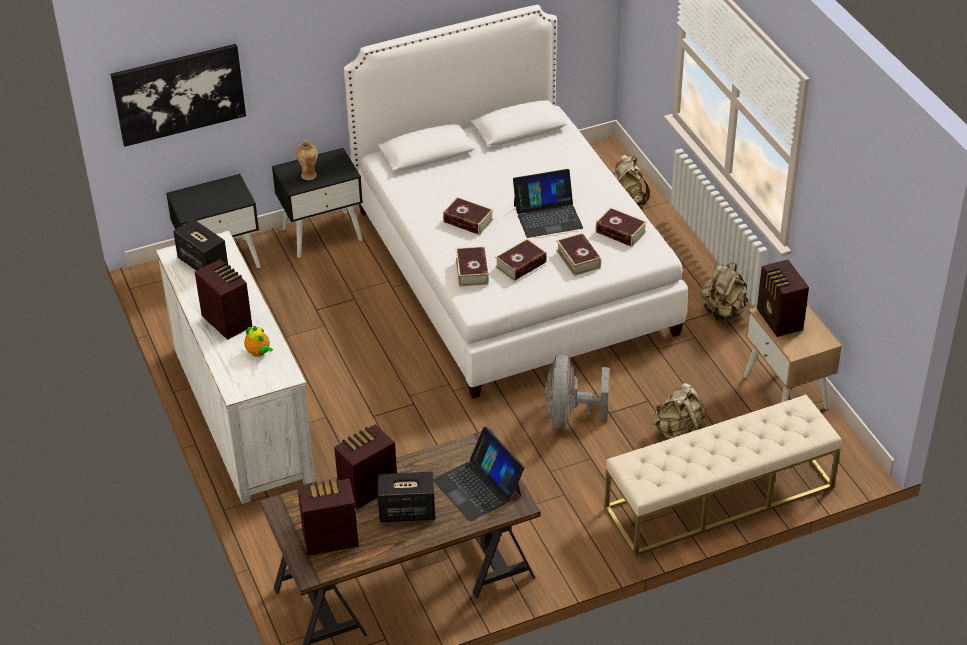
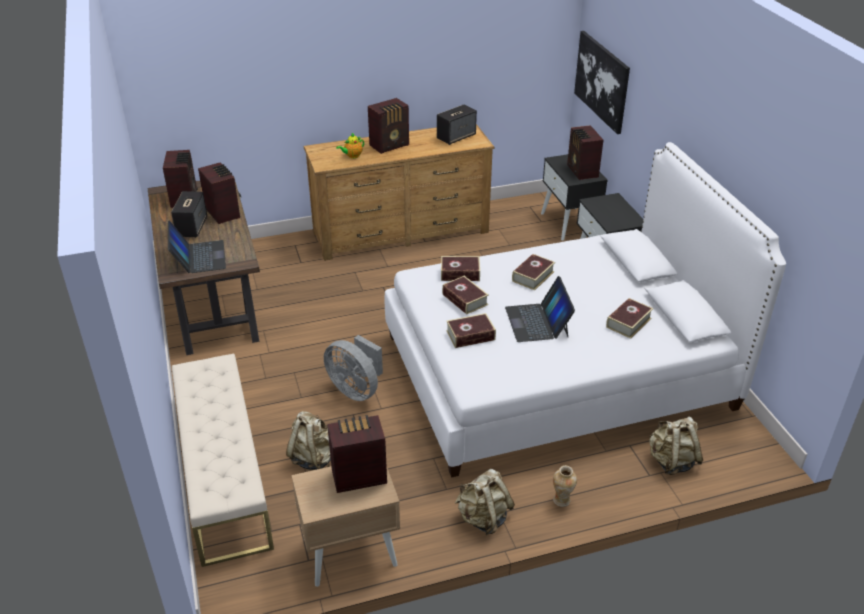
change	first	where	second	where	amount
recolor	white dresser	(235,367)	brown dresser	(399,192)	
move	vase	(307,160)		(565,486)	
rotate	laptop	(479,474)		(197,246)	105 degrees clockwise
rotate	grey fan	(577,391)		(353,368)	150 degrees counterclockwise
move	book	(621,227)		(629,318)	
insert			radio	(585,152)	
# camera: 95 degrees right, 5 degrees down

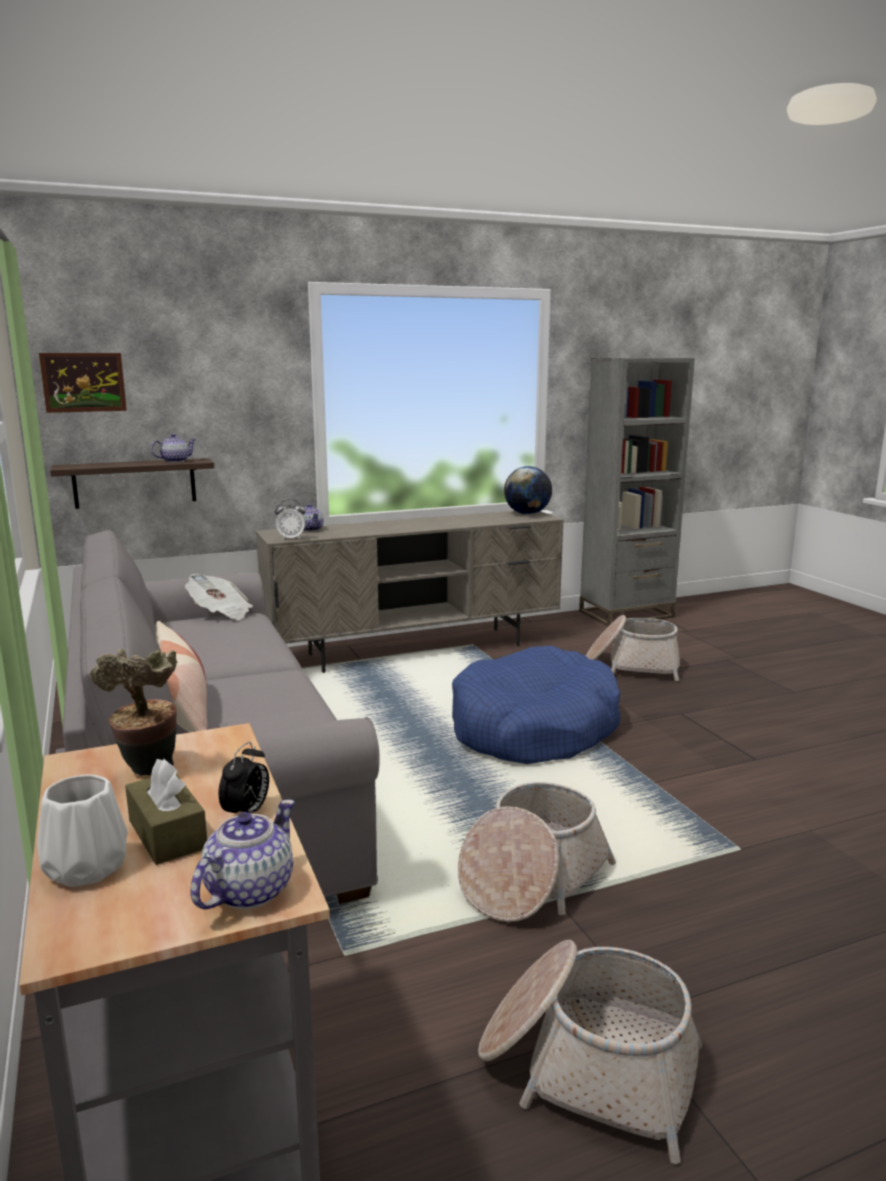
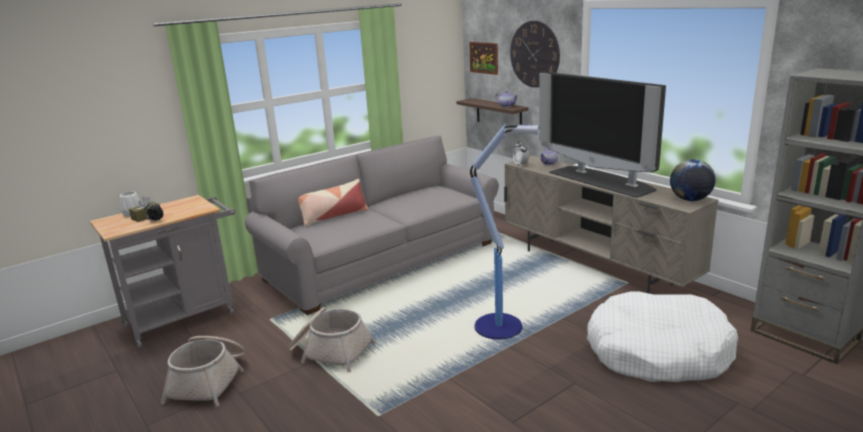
change	first	where	second	where	amount
delete	potted plant	(133,712)			
delete	newspaper	(219,597)			
delete	teapot	(242,854)			
replace	blue dog bed	(536,705)	floor lamp	(505,231)	
replace	basket	(633,648)	white dog bed	(662,336)	
insert			wall clock	(535,54)	
insert			television	(602,134)	
# camera: 75 degrees right, 5 degrees up

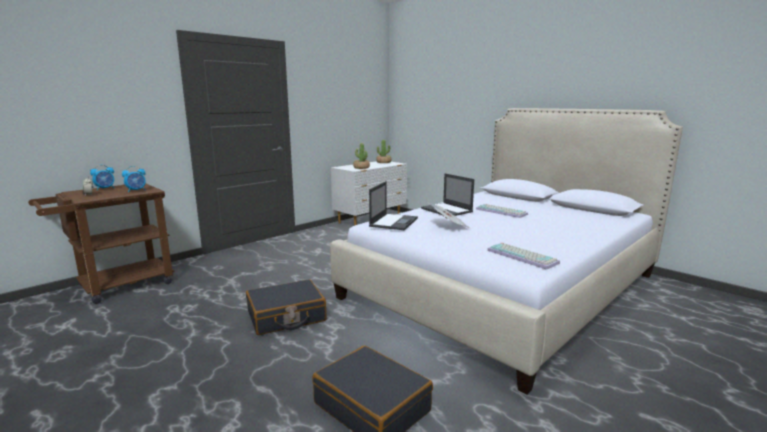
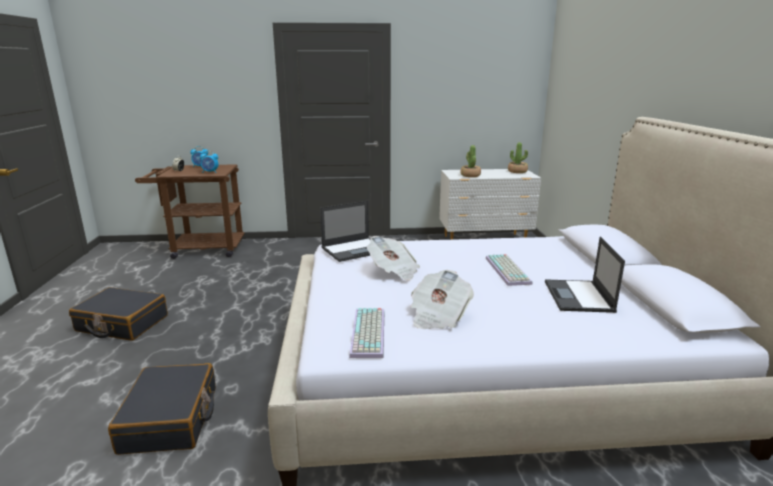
change	first	where	second	where	amount
move	black suitcase	(286,307)		(118,314)	
move	laptop	(447,194)		(585,274)	
insert			newspaper	(442,299)	
# camera: 40 degrees right, 5 degrees up

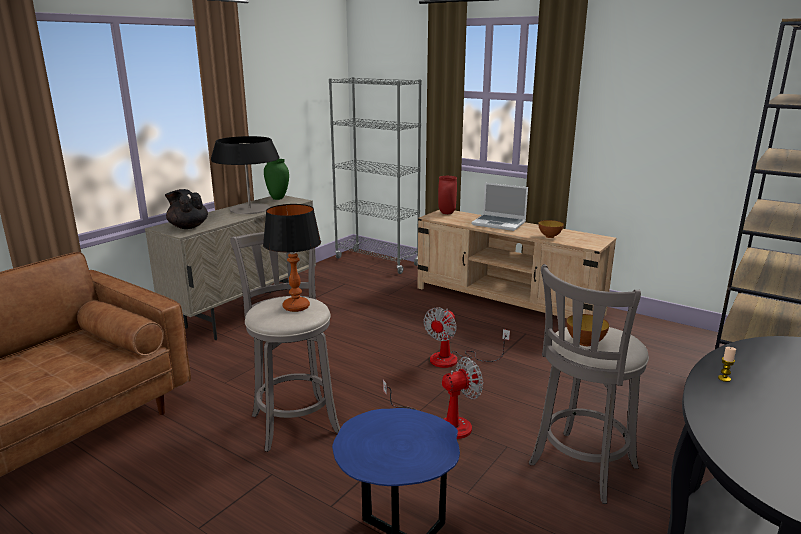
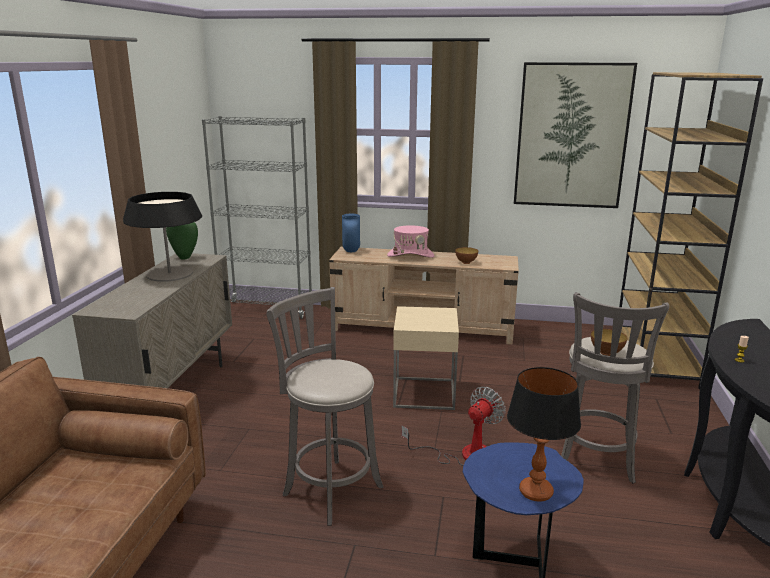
change	first	where	second	where	amount
delete	black teapot	(186,209)			
move	table lamp	(292,258)		(544,434)	
replace	fan	(467,338)	beige side table	(426,358)	
recolor	red vase	(447,195)	blue vase	(351,233)	
replace	laptop	(499,207)	pink hat	(411,242)	
insert			picture	(575,135)	
# camera: 25 degrees left, 0 degrees up

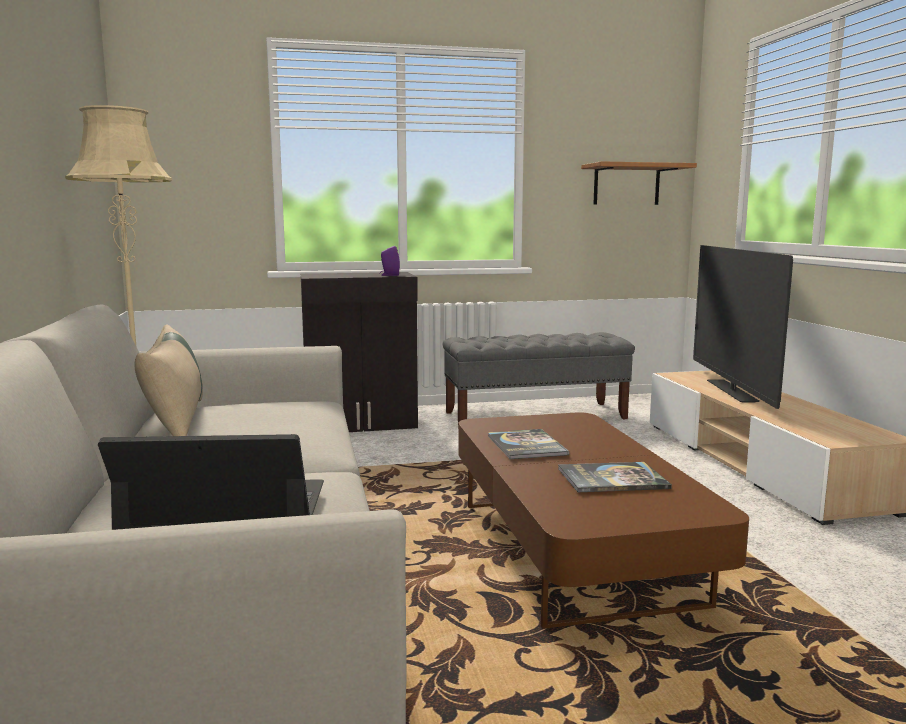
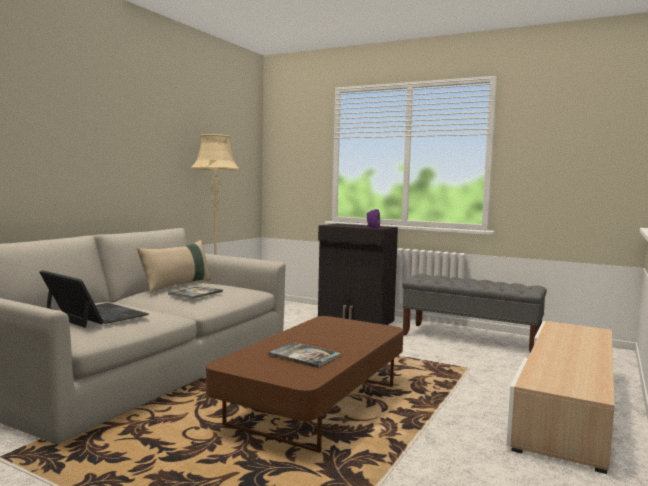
change	first	where	second	where	amount
move	book	(528,444)		(195,292)	
delete	shelf	(639,183)			
delete	television	(743,327)			
# camera: 40 degrees right, 5 degrees down

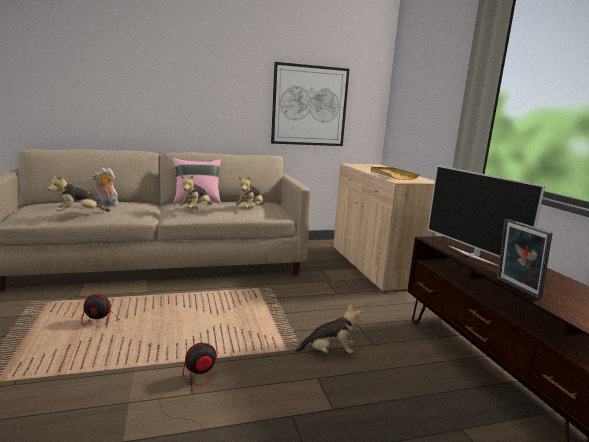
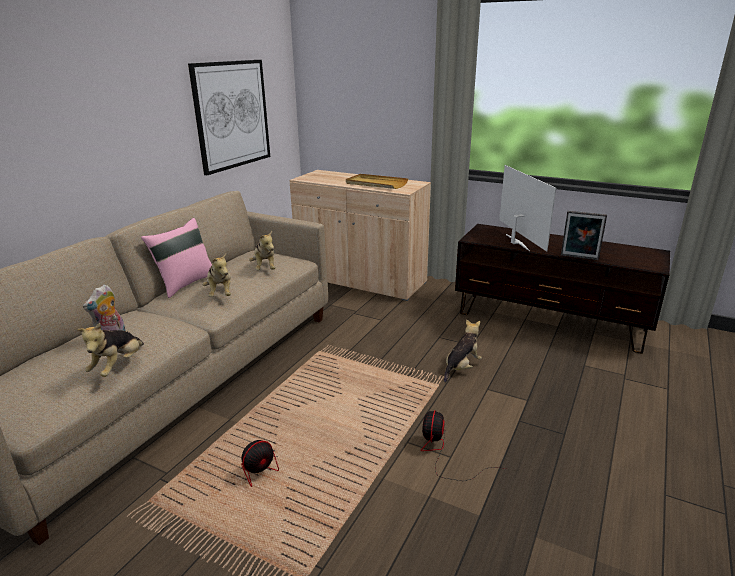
change	first	where	second	where	amount
rotate	television	(486,215)		(527,208)	120 degrees counterclockwise
# camera: 45 degrees left, 10 degrees up

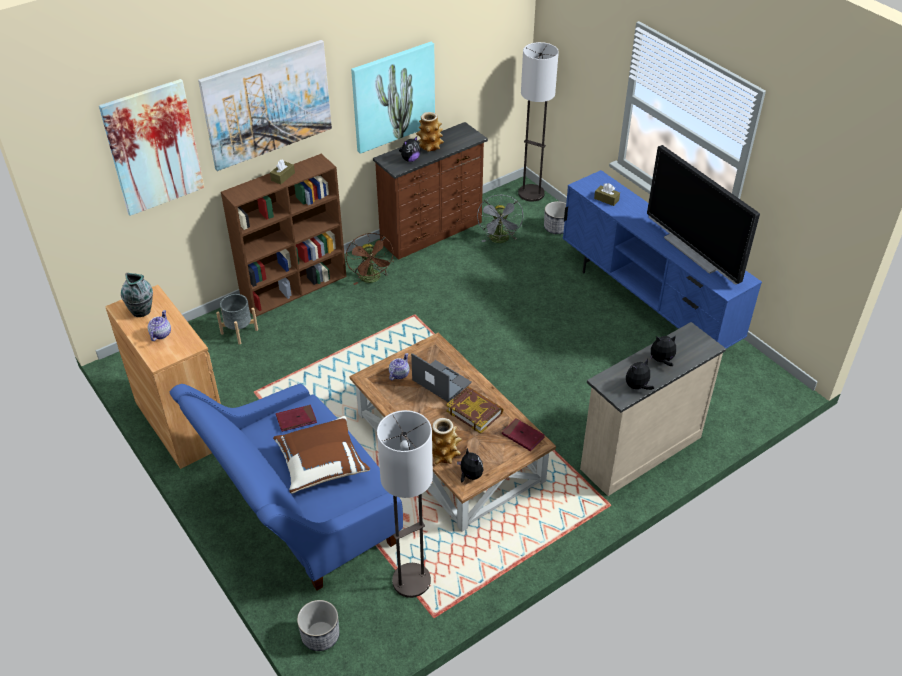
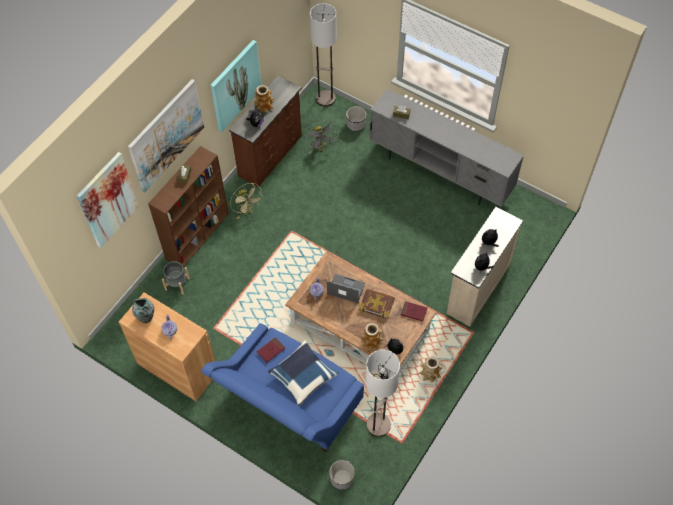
change	first	where	second	where	amount
recolor	brown pillow	(321,455)	blue pillow	(303,373)	
recolor	brown fan	(370,259)	green fan	(247,201)	
recolor	blue tv stand	(662,259)	grey tv stand	(446,148)	
delete	television	(703,215)			
insert			vase	(431,370)	
# camera: 20 degrees left, 15 degrees up

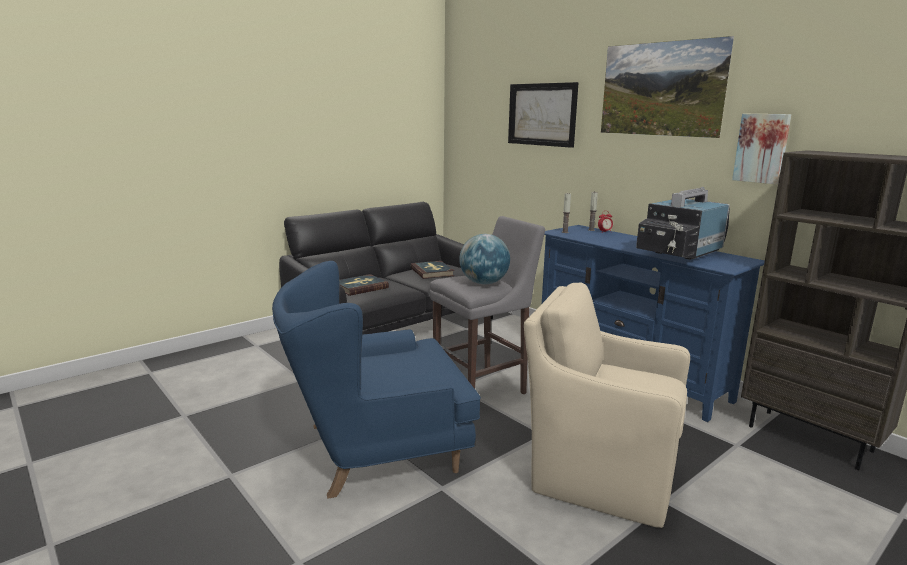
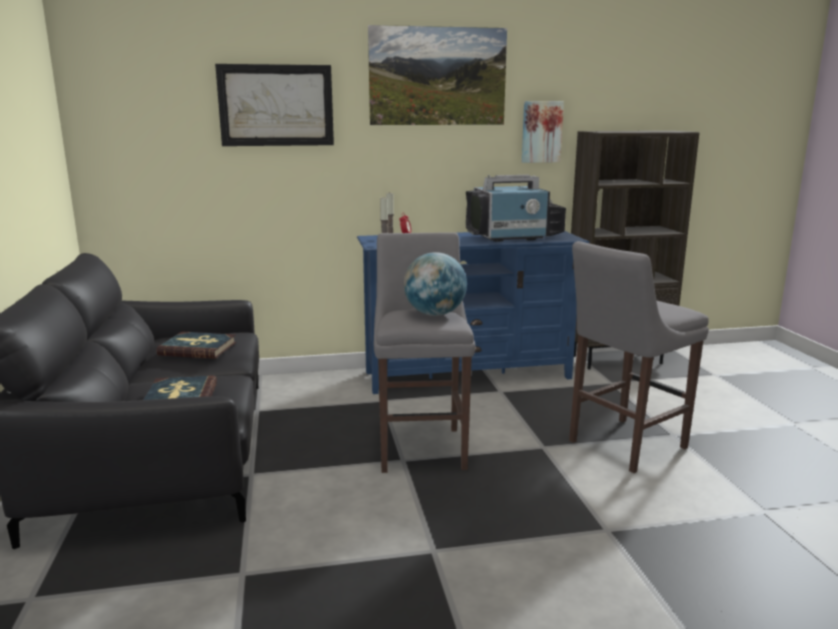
change	first	where	second	where	amount
delete	blue armchair	(376,380)			
replace	beige armchair	(607,405)	grey stool	(639,357)	
rotate	television	(683,223)		(516,208)	90 degrees counterclockwise
# camera: 60 degrees left, 0 degrees up

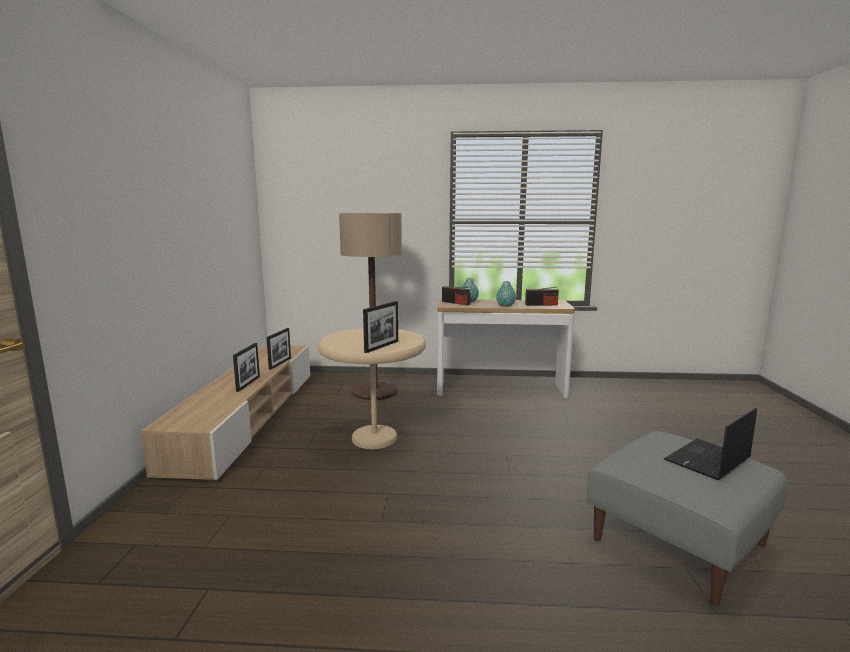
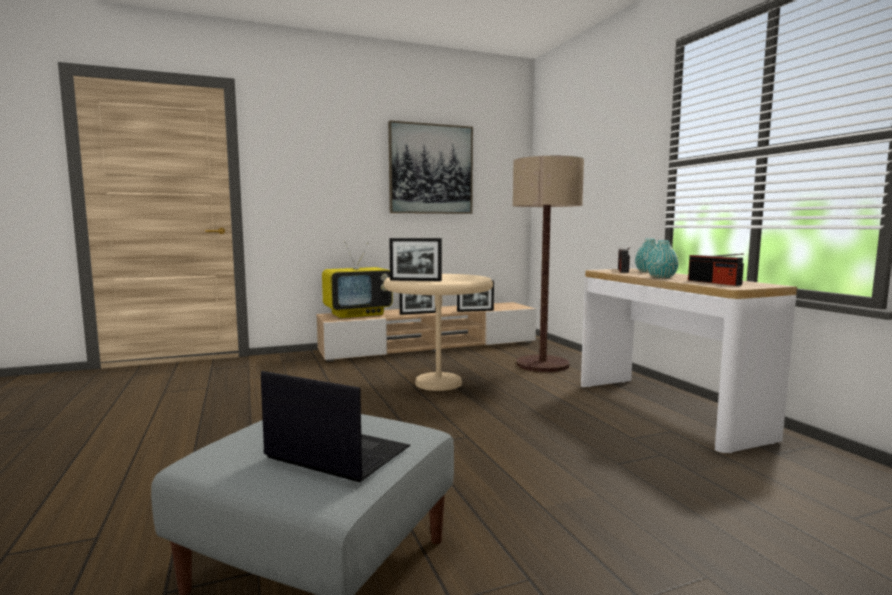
change	first	where	second	where	amount
insert			television	(357,280)	
insert			picture	(430,167)	
# camera: 65 degrees right, 5 degrees down

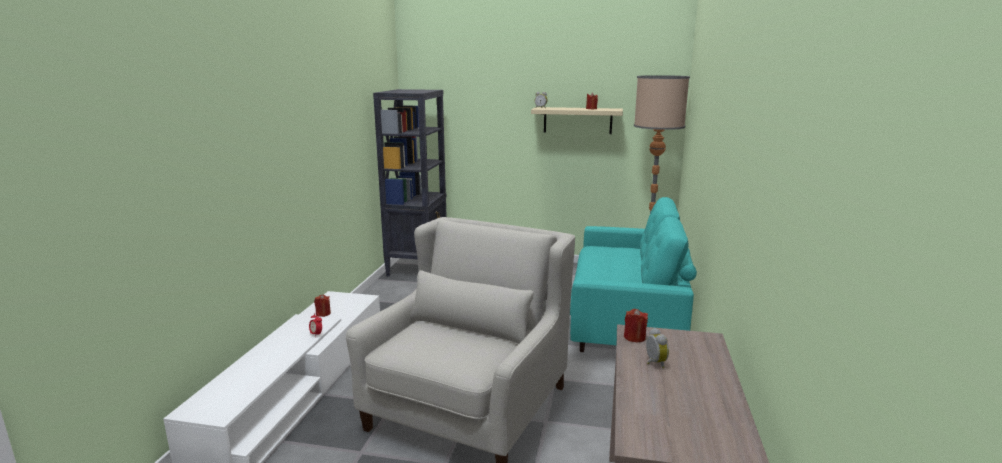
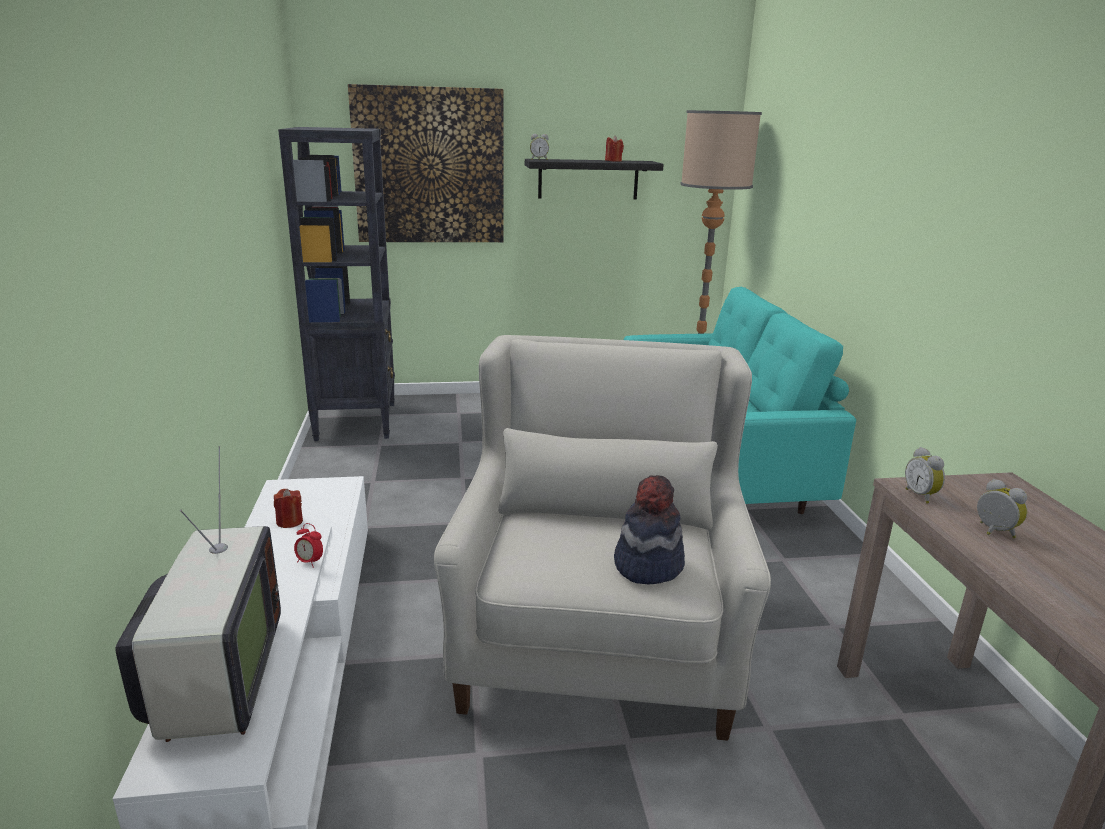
change	first	where	second	where	amount
recolor	beige shelf	(577,120)	black shelf	(594,179)	
replace	red candle	(636,325)	alarm clock	(925,475)	
insert			television	(198,594)	
insert			picture	(425,163)	
insert			hat	(649,529)	
# camera: 20 degrees left, 5 degrees up

